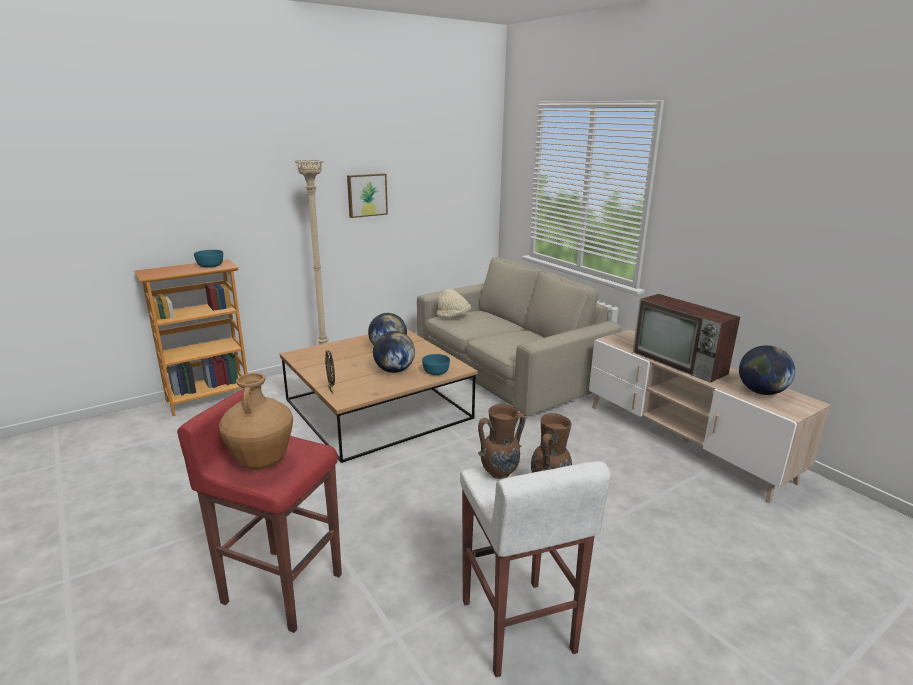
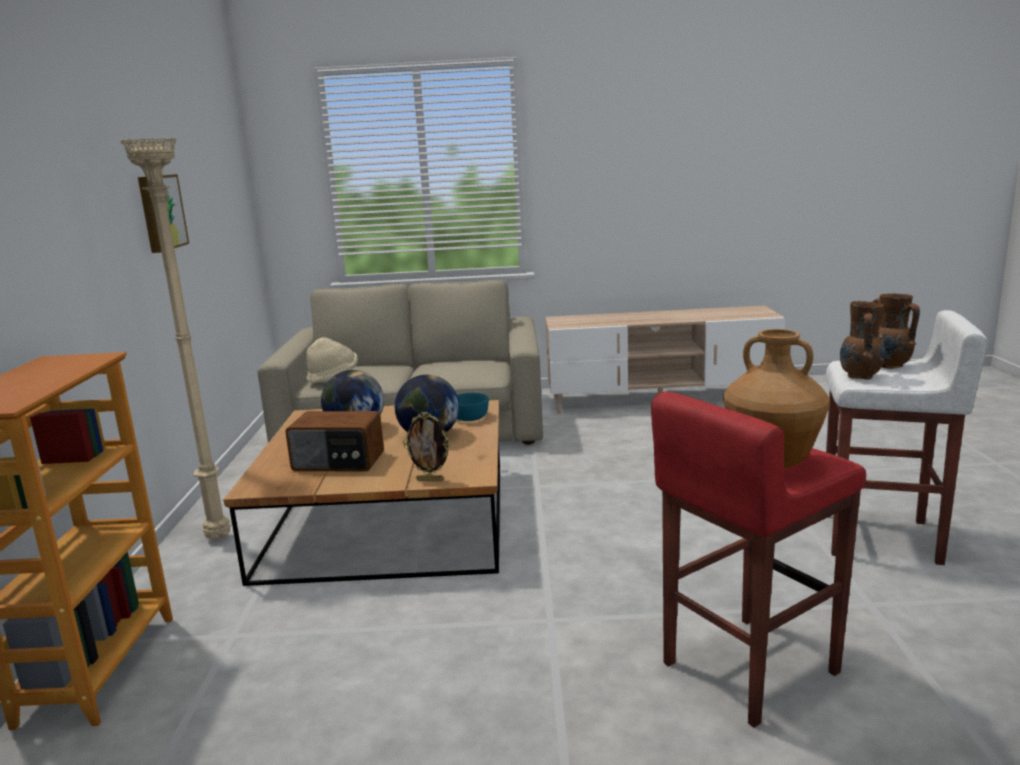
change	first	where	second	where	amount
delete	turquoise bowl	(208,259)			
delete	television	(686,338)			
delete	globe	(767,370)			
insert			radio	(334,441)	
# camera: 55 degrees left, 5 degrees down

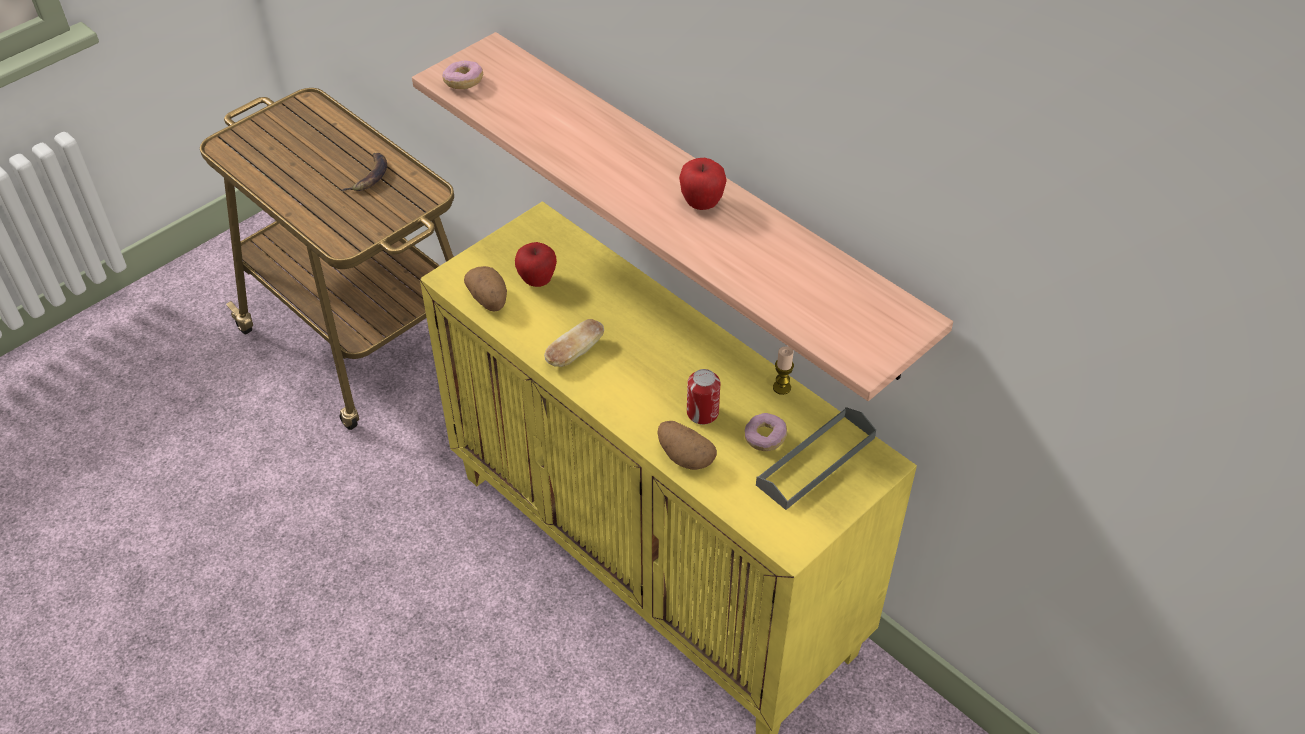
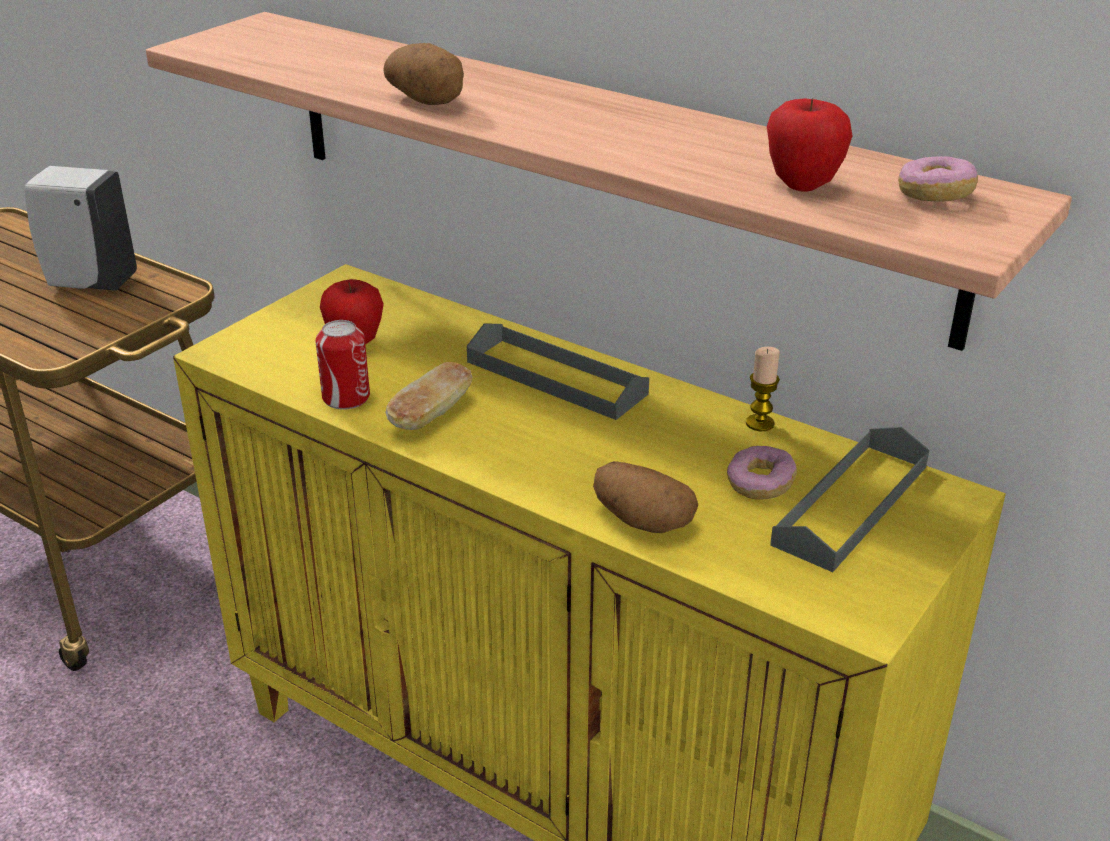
change	first	where	second	where	amount
replace	banana	(364,172)	white soap dispenser	(81,228)	
move	donut	(462,75)		(938,179)	
move	potato	(485,289)		(423,74)	
move	apple	(703,184)		(809,145)	
move	can	(704,397)		(342,364)	
insert			grey tray	(558,371)	
# camera: 10 degrees left, 15 degrees down

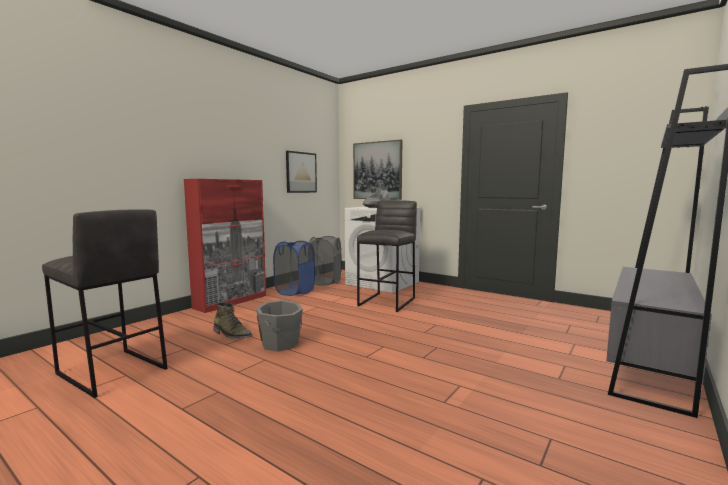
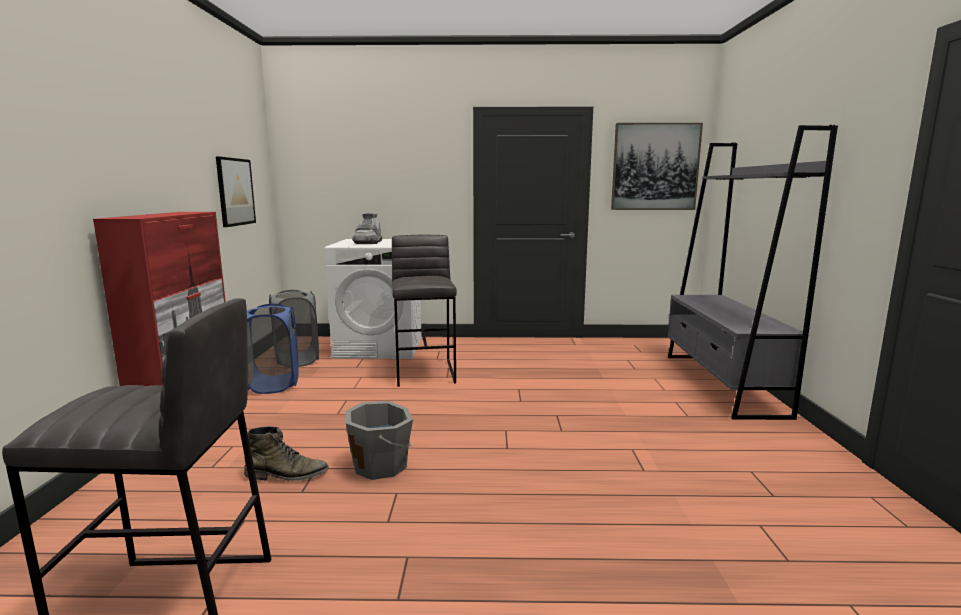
change	first	where	second	where	amount
move	picture	(377,170)		(657,166)	
# camera: 35 degrees left, 5 degrees up

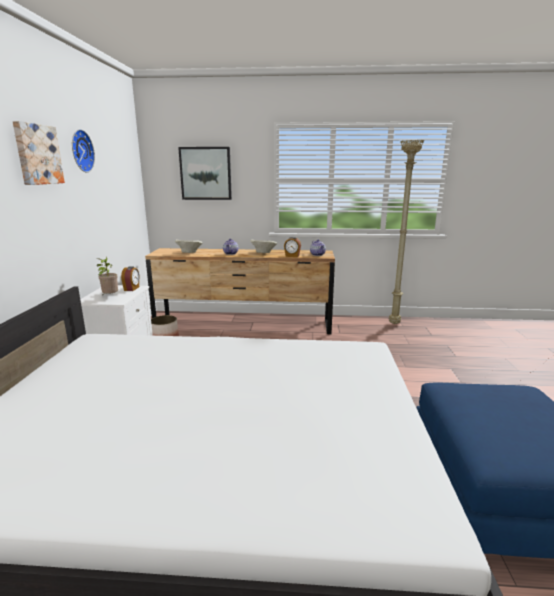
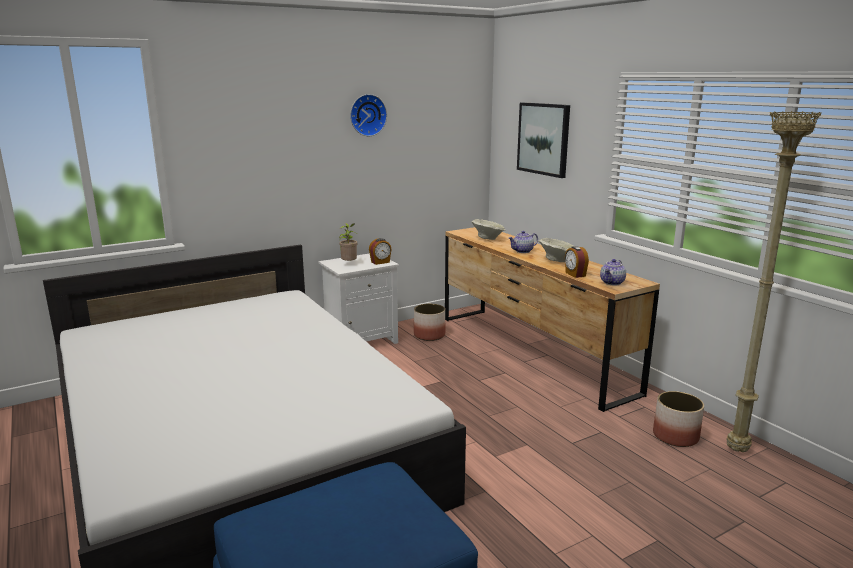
change	first	where	second	where	amount
delete	picture	(38,153)			
insert			planter	(678,419)	
# camera: 55 degrees right, 0 degrees up

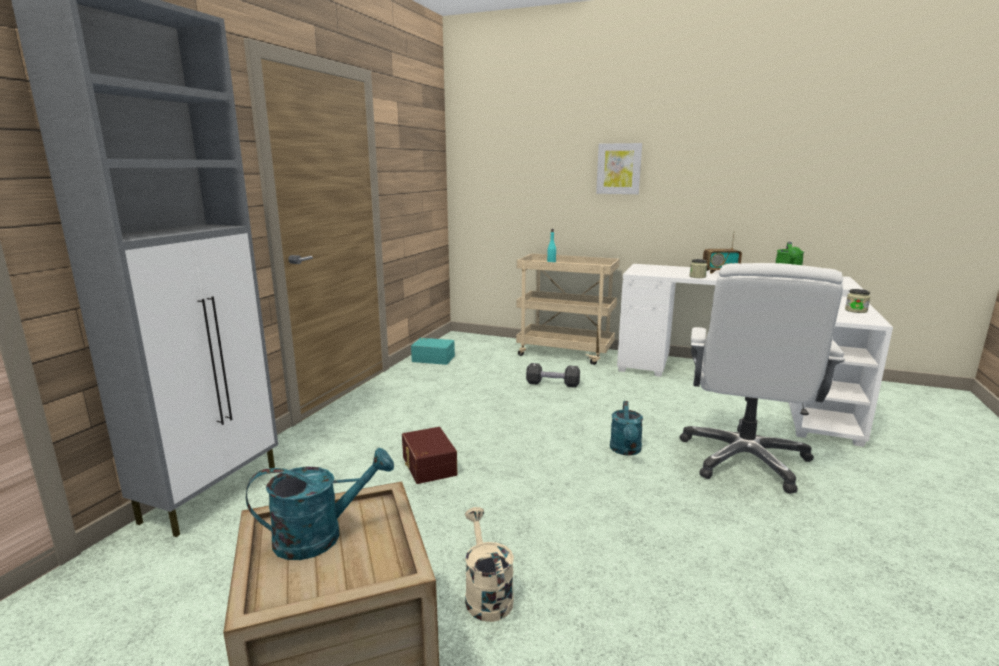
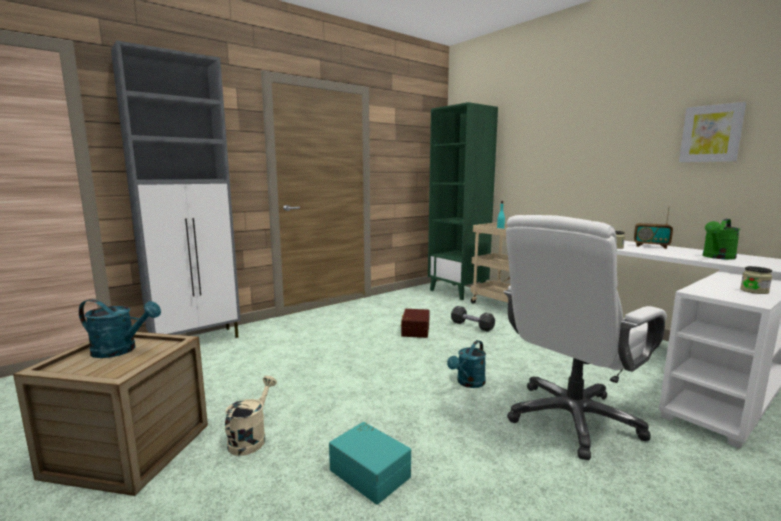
change	first	where	second	where	amount
move	brown storage box	(429,455)		(415,323)	
move	turquoise storage box	(433,351)		(370,463)	
move	picture	(619,168)		(712,132)	
insert			green bookcase	(463,201)	
# camera: 30 degrees right, 5 degrees down

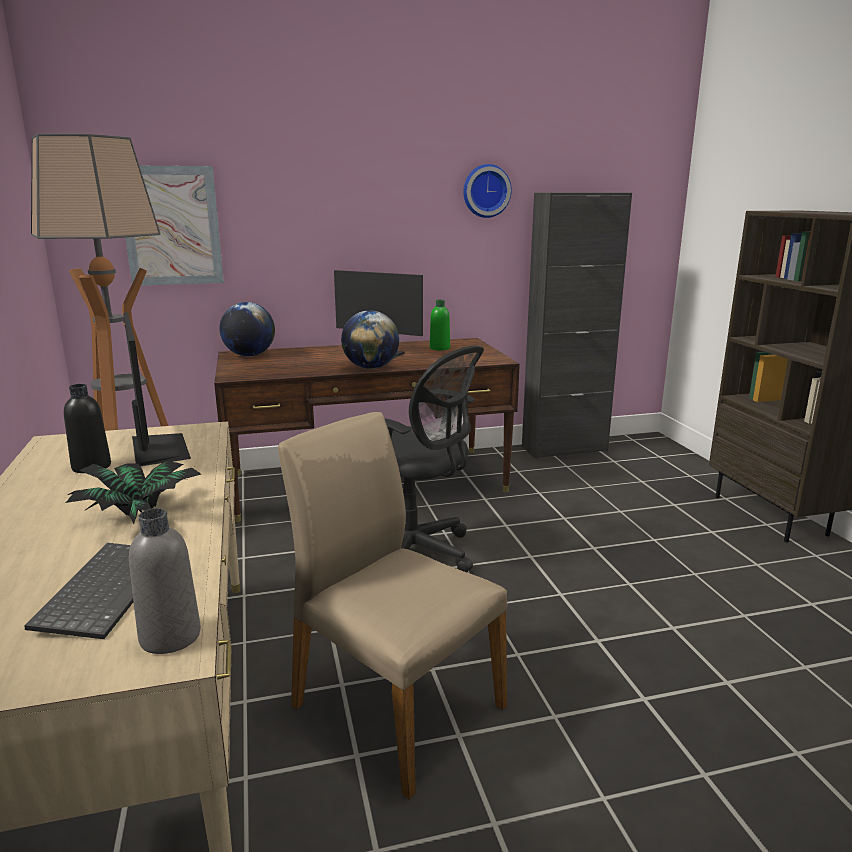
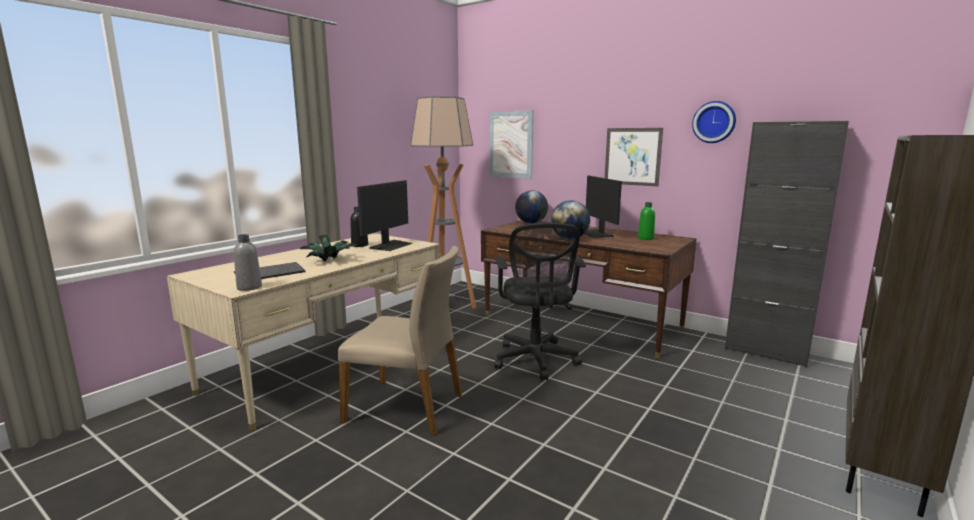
change	first	where	second	where	amount
rotate	beige chair	(392,606)		(400,341)	105 degrees clockwise
insert			picture	(634,157)	
# camera: 50 degrees right, 5 degrees down

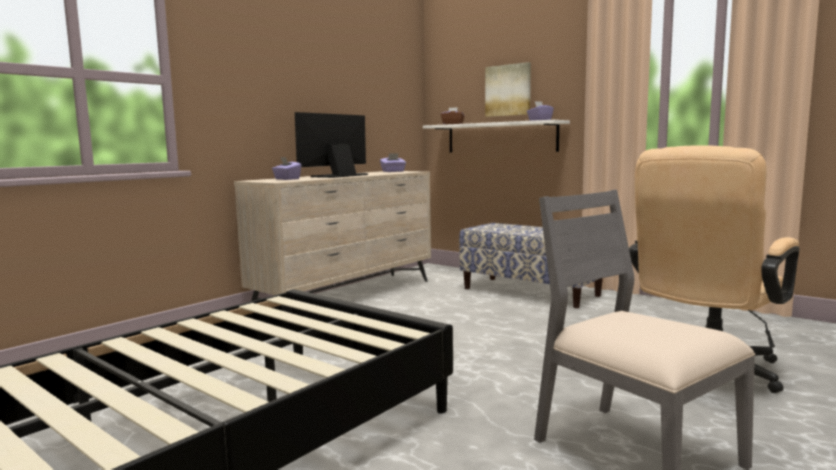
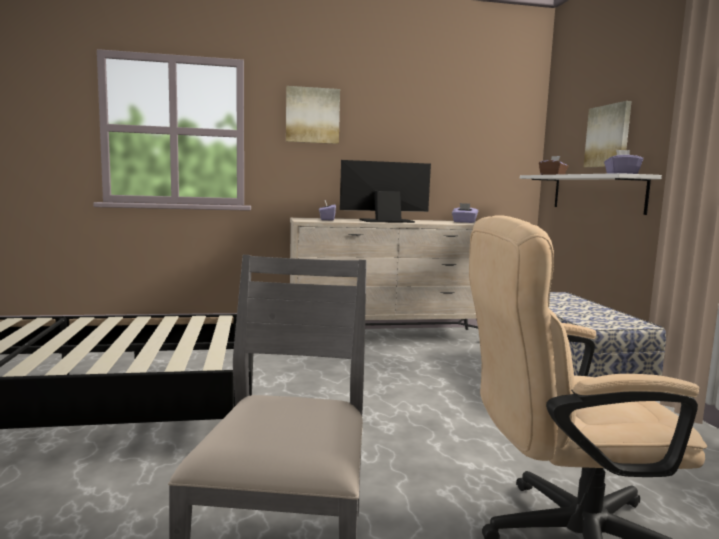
change	first	where	second	where	amount
insert			picture	(313,115)	
# camera: 40 degrees right, 0 degrees up

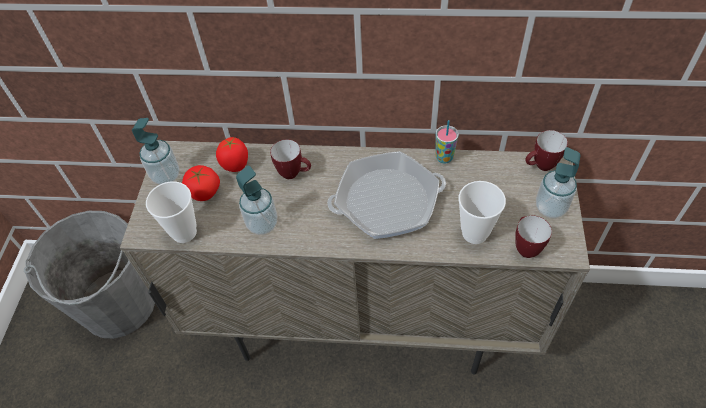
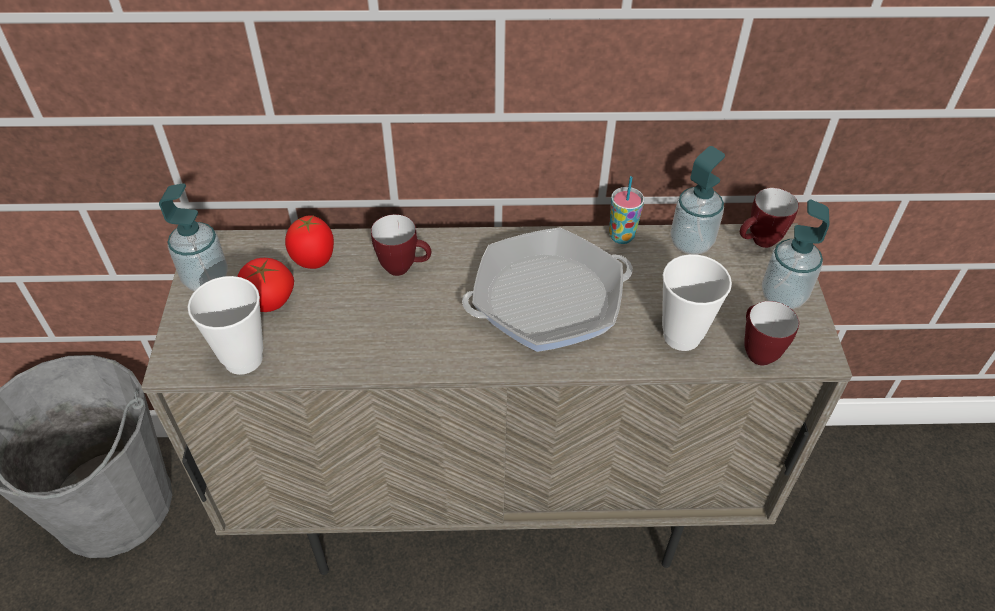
change	first	where	second	where	amount
move	soap dispenser	(256,200)		(697,200)	
# camera: 10 degrees left, 5 degrees down

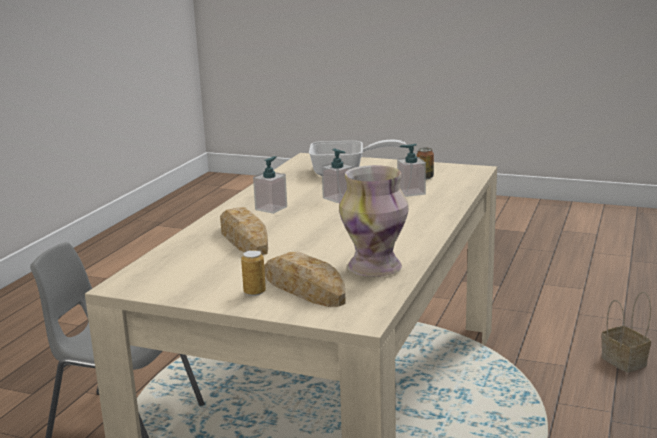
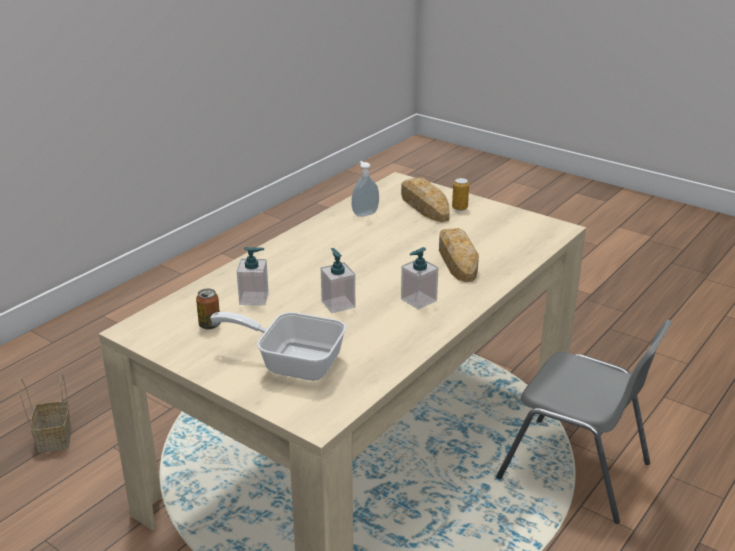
change	first	where	second	where	amount
replace	vase	(374,221)	soap dispenser	(365,189)	
# camera: 165 degrees left, 10 degrees up

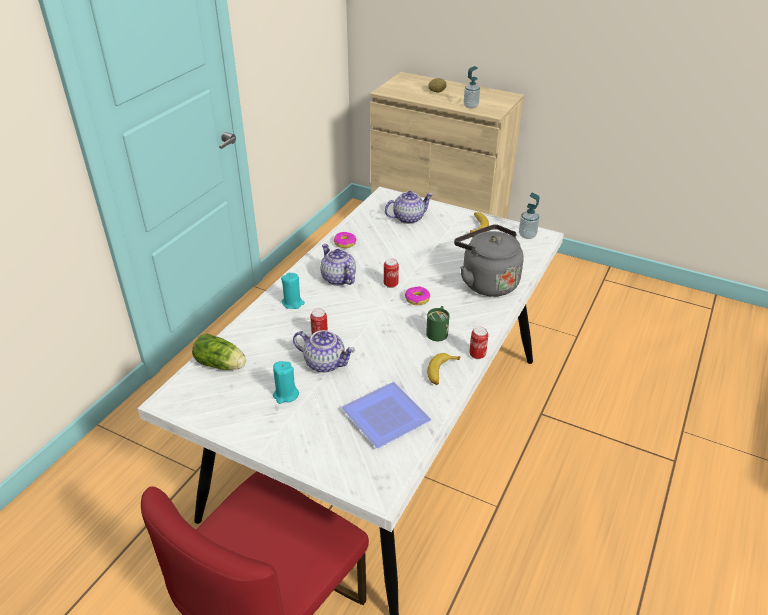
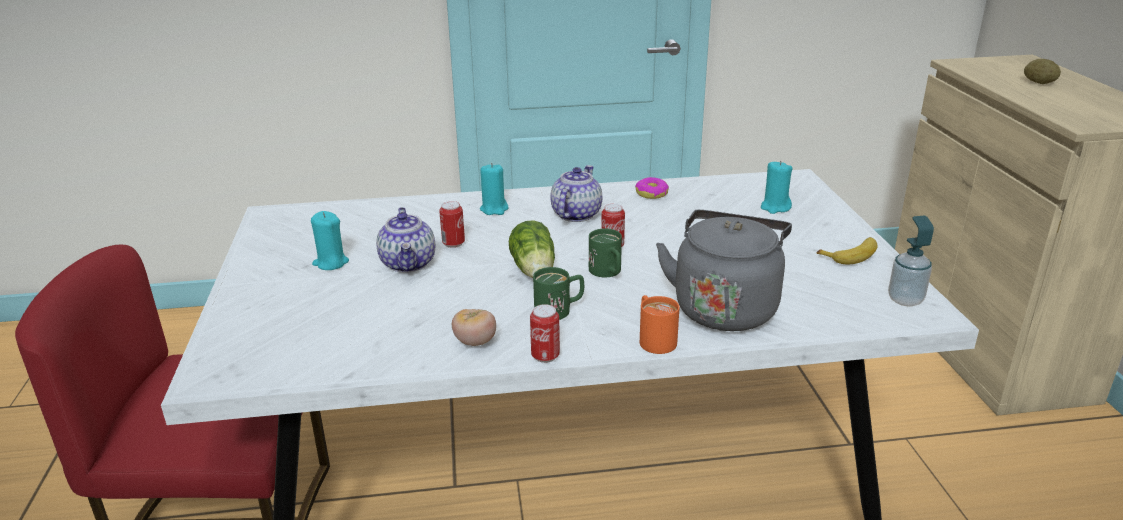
change	first	where	second	where	amount
move	lettuce	(219,351)		(532,249)	
delete	plate	(386,415)			
replace	teapot	(409,207)	turquoise candle	(776,187)	
replace	donut	(417,295)	green mug	(605,253)	
replace	banana	(443,369)	tomato	(474,327)	
delete	soap dispenser	(472,87)			
insert			orange mug	(660,324)	
# camera: 55 degrees right, 10 degrees down

